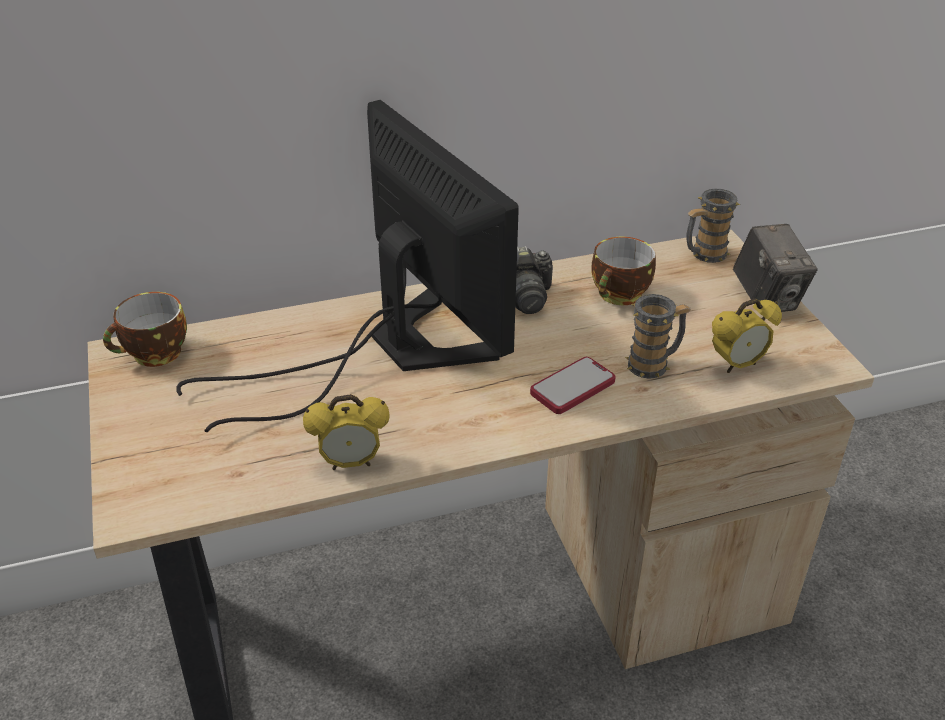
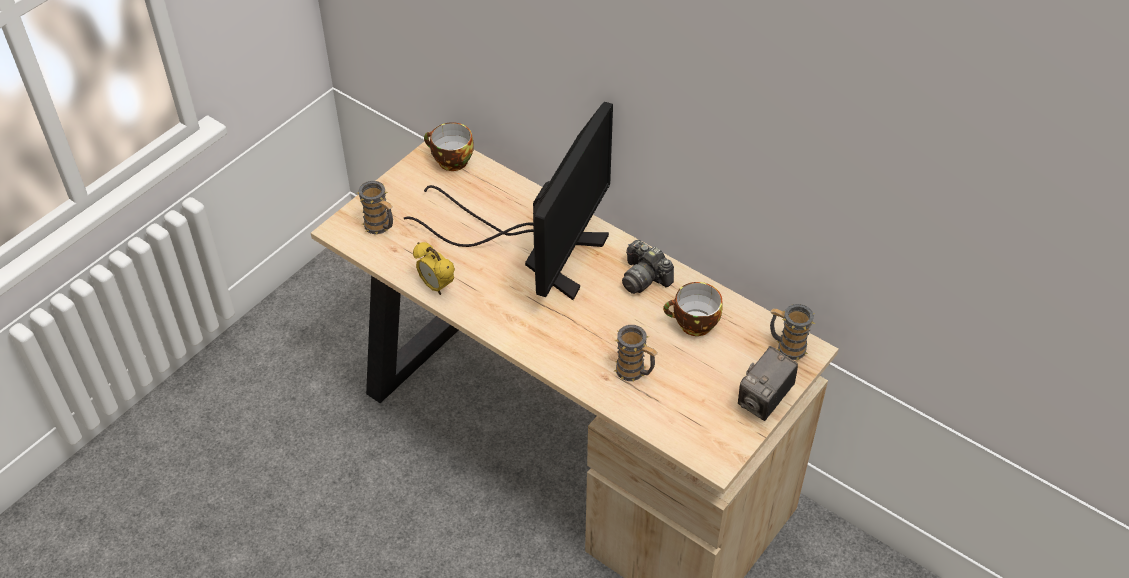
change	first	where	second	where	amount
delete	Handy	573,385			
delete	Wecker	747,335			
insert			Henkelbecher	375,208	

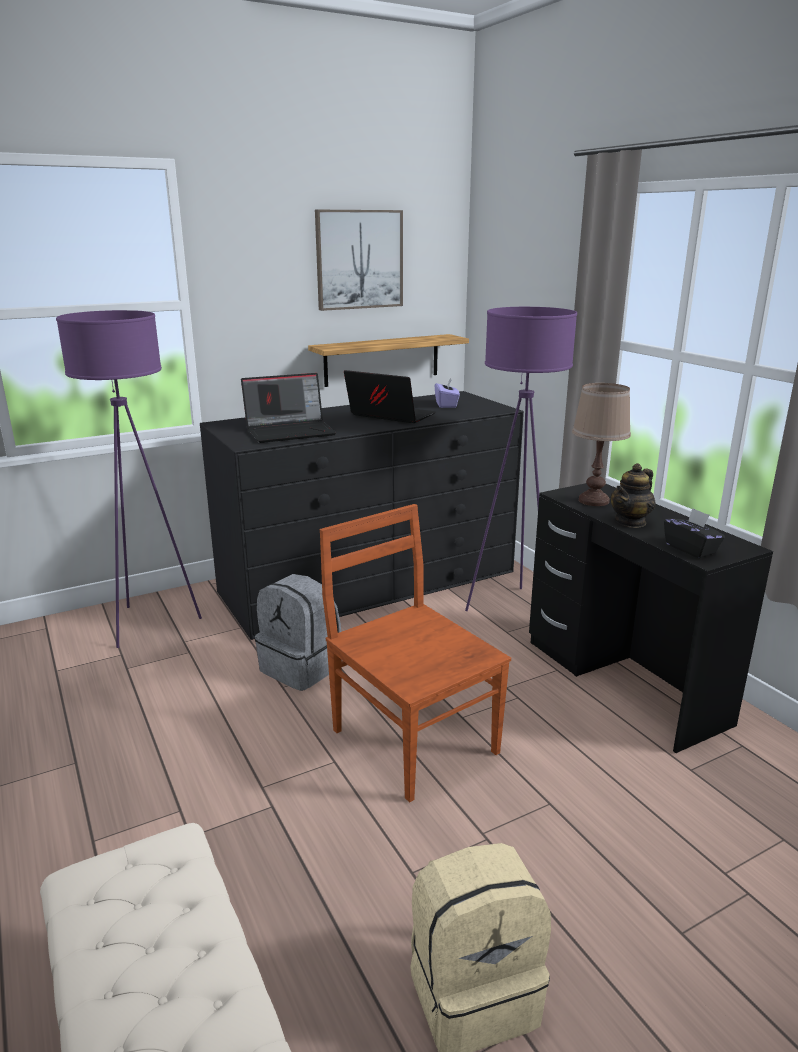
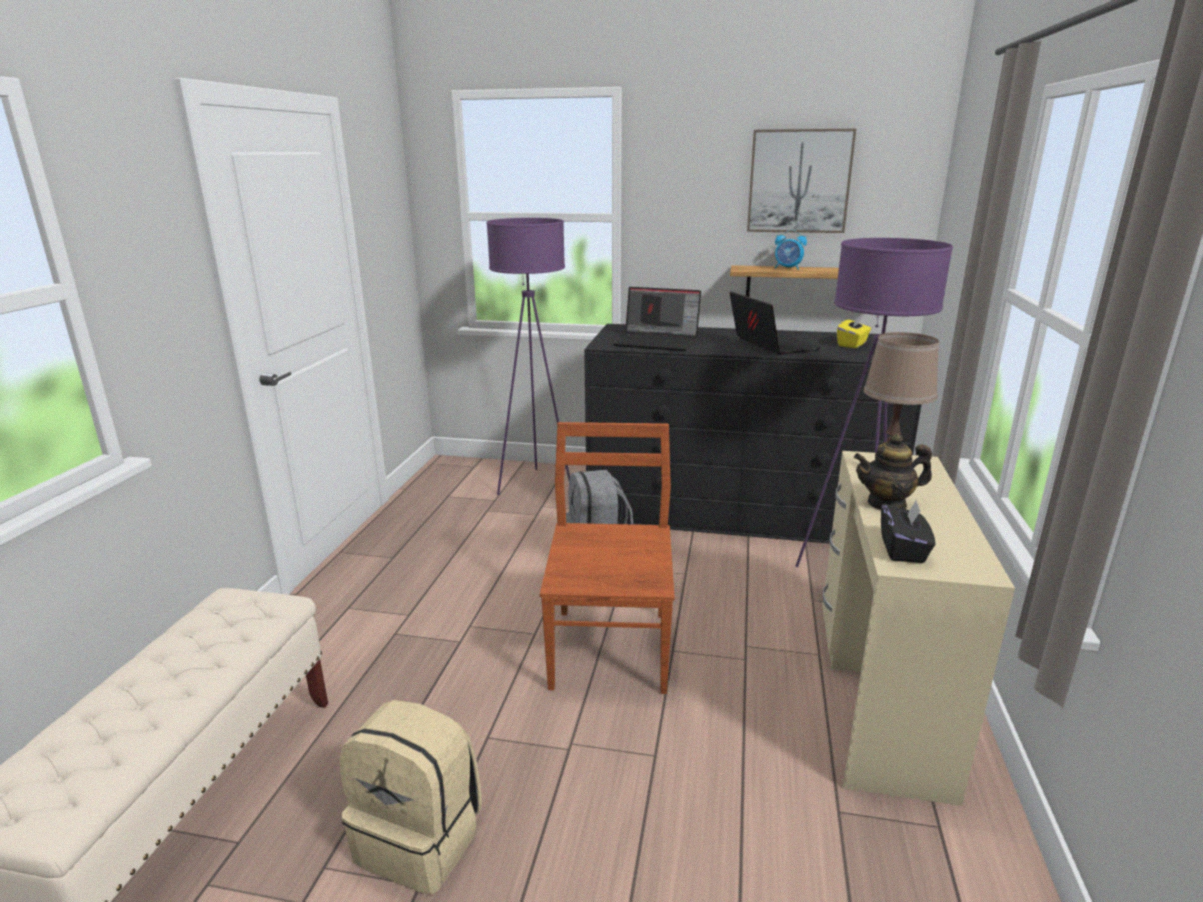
change	first	where	second	where	amount
recolor	Taschentuchbox [lila]	447,393	Taschentuchbox [gelb]	854,331	
recolor	Schreibtisch [schwarz]	651,618	Schreibtisch [beige]	918,628	
insert			Wecker	791,250	

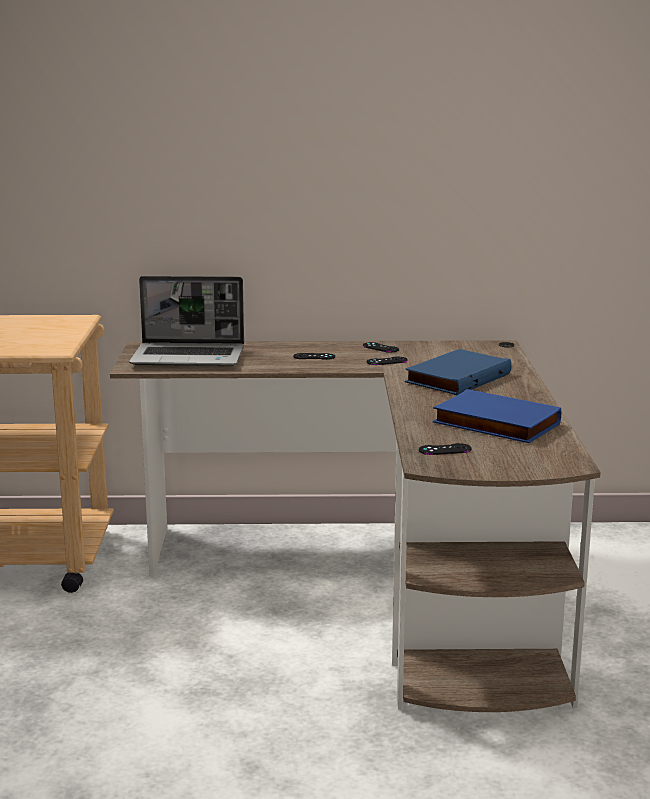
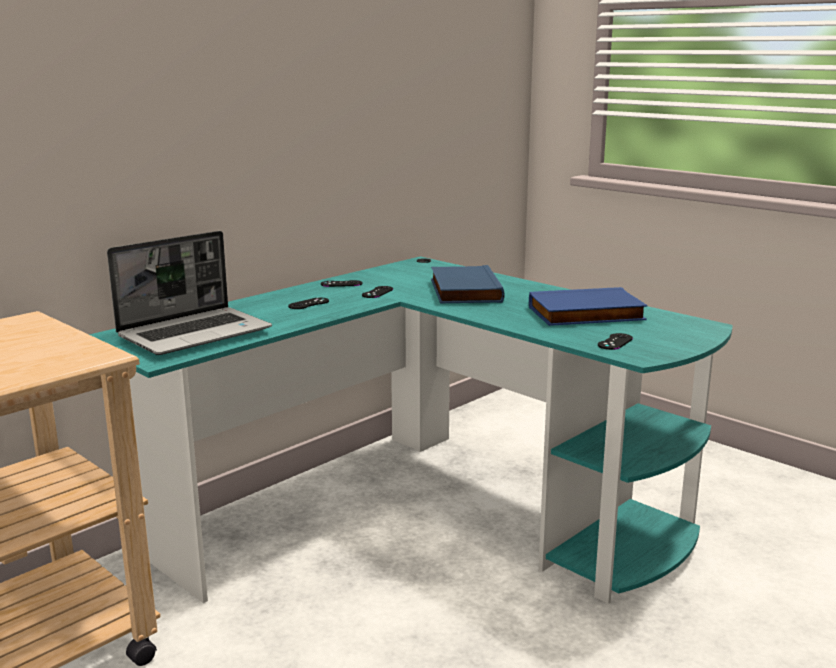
change	first	where	second	where	amount
recolor	Schreibtisch [braun]	355,526	Schreibtisch [türkis]	411,430	

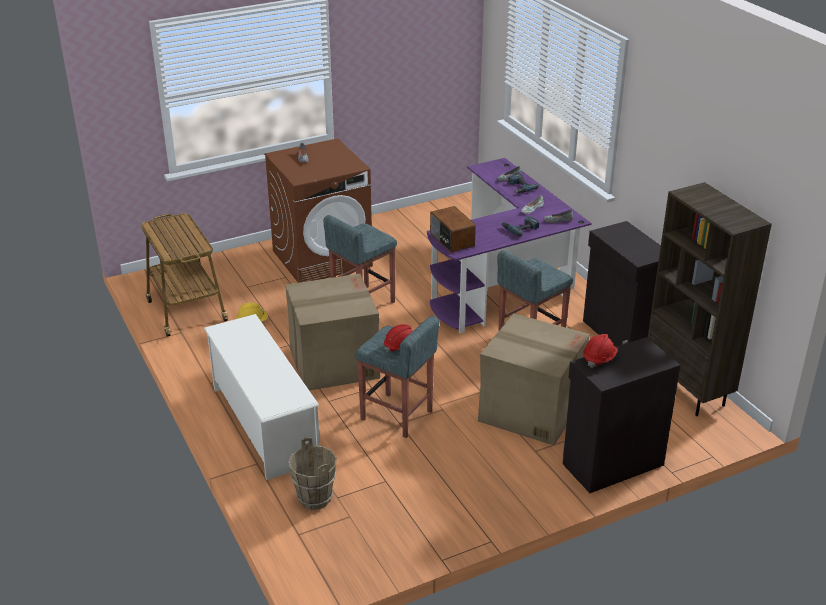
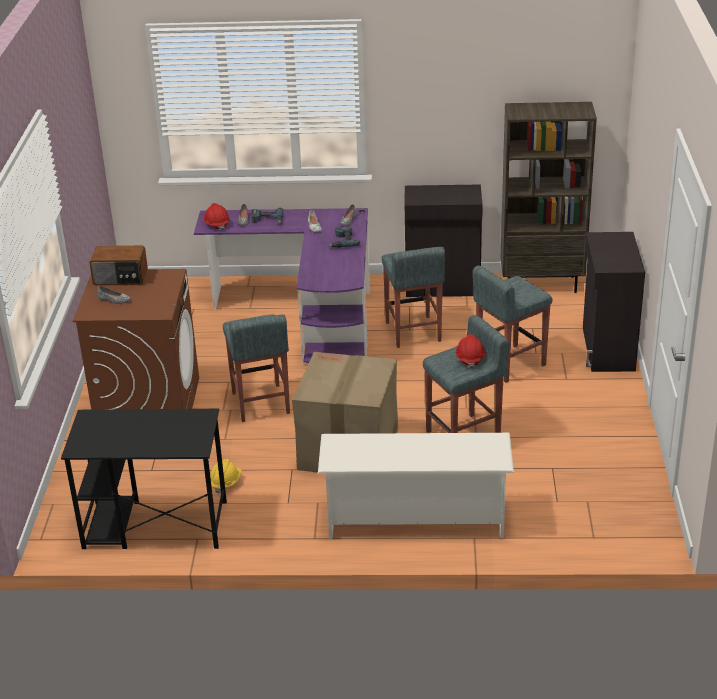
change	first	where	second	where	amount
replace	Rollwagen	184,275	Schreibtisch [schwarz]	144,479	
delete	Eimer [braun]	312,473			
move	Radio	453,229		118,265	
replace	Karton	534,379	Hocker [grau]	512,324	
move	Schutzhelm [rot]	600,351		217,217	

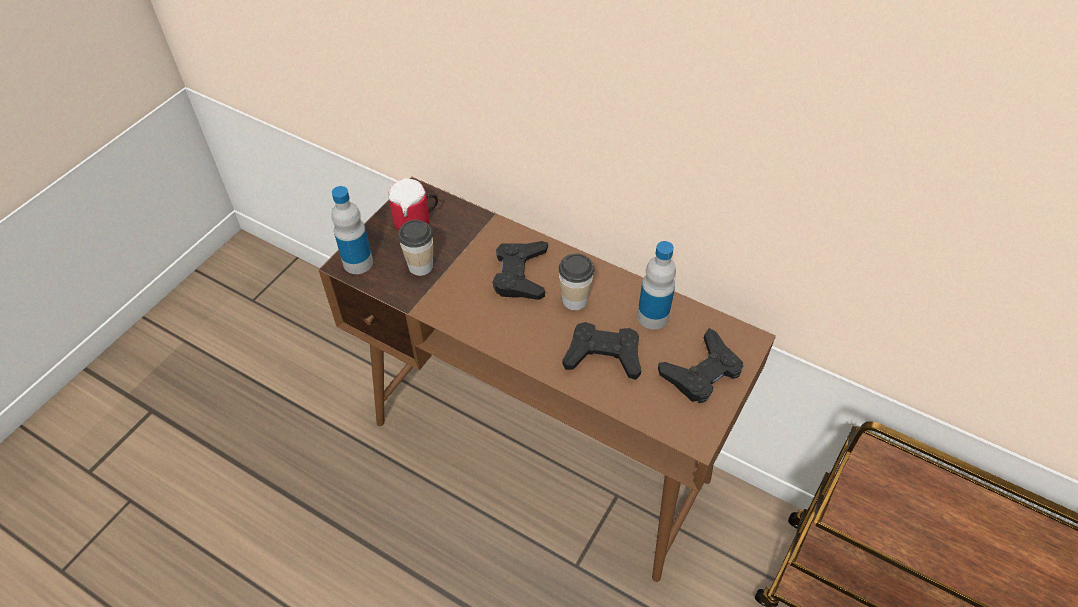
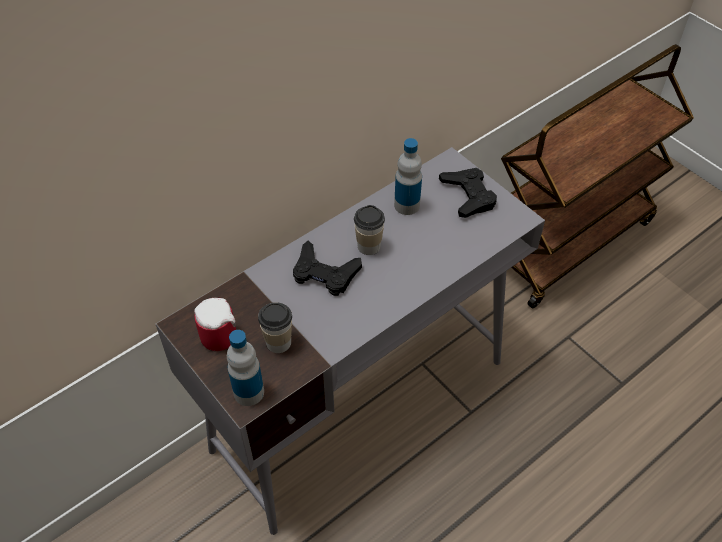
change	first	where	second	where	amount
recolor	Schreibtisch [braun]	547,379	Schreibtisch [grau]	350,341	
delete	Gamepad [schwarz]	601,351			

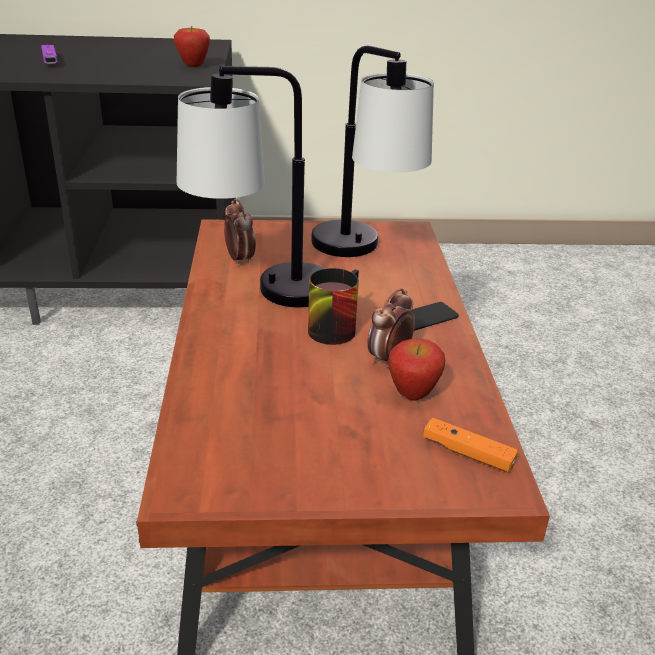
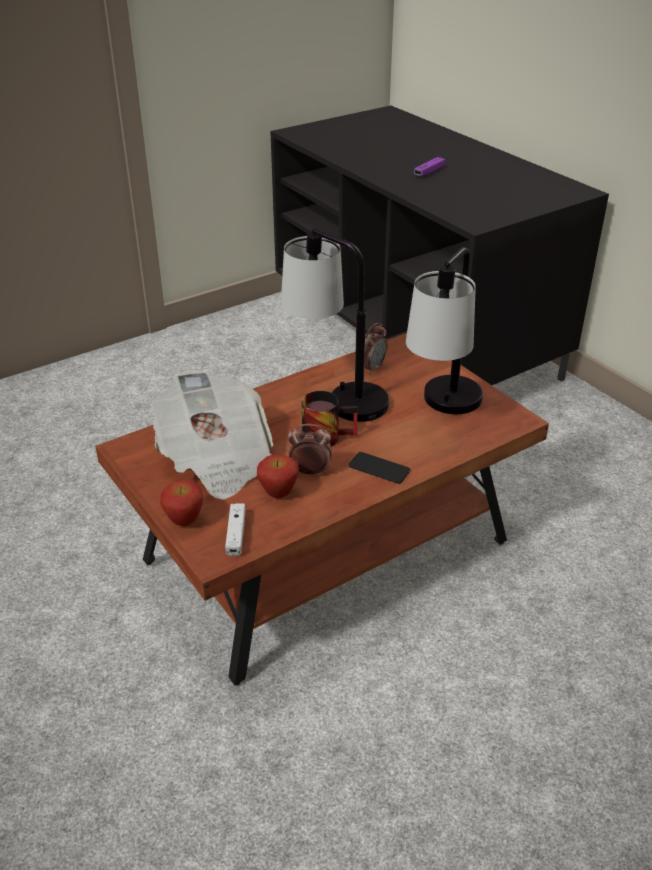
change	first	where	second	where	amount
move	Apfel	192,46		181,502	
recolor	Gamepad [orange]	470,445	Gamepad [weiß]	235,530	
insert			Zeitung	212,434	

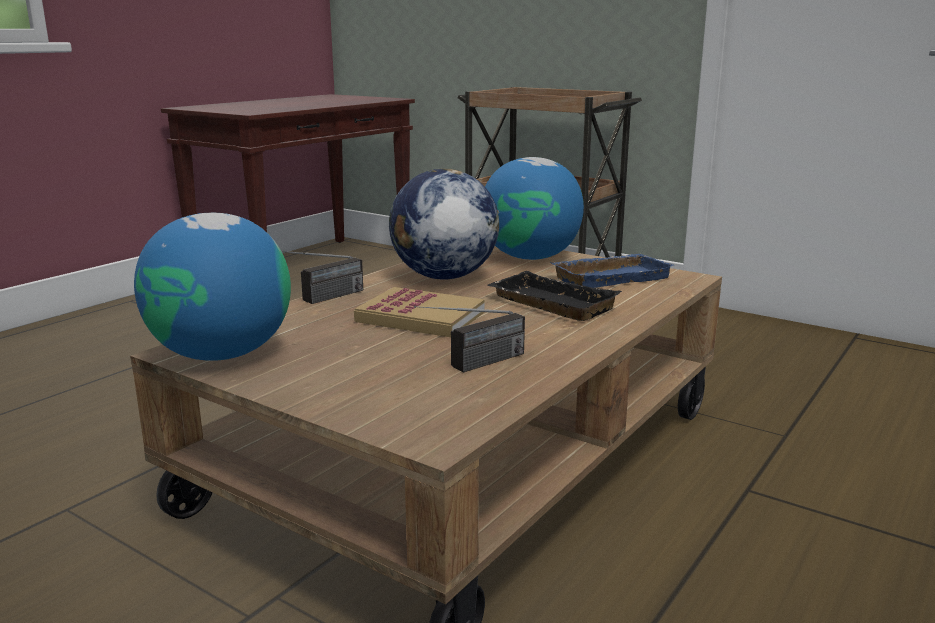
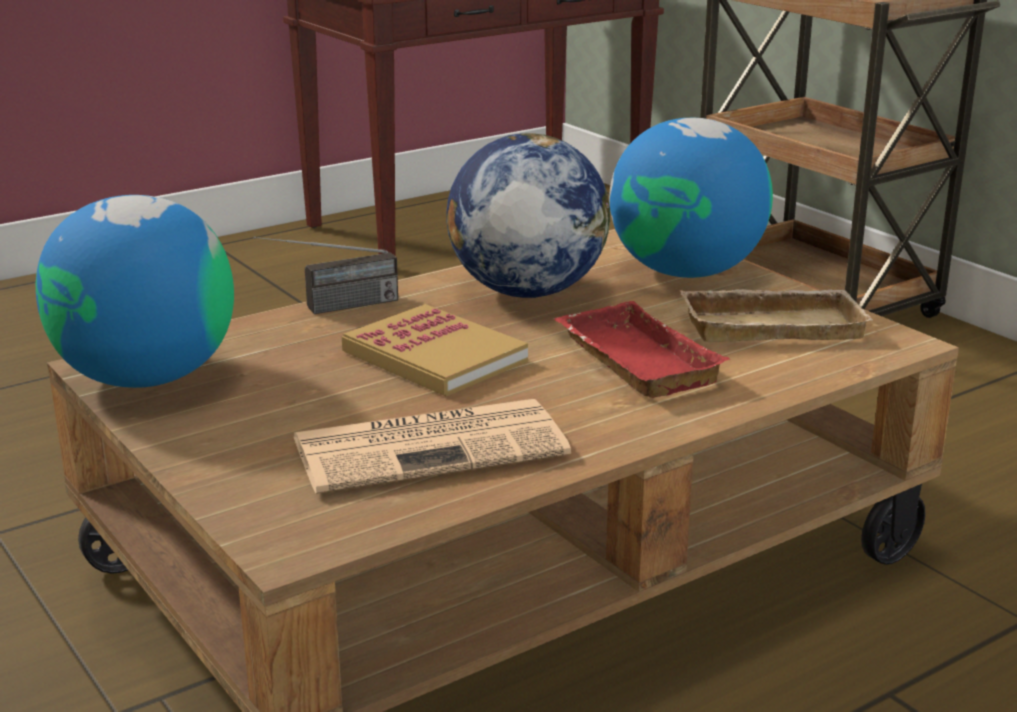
change	first	where	second	where	amount
replace	Radio	469,339	Zeitung	432,446	
recolor	Tablett [schwarz]	554,296	Tablett [rot]	642,349	
recolor	Tablett [blau]	611,271	Tablett [beige]	776,315	

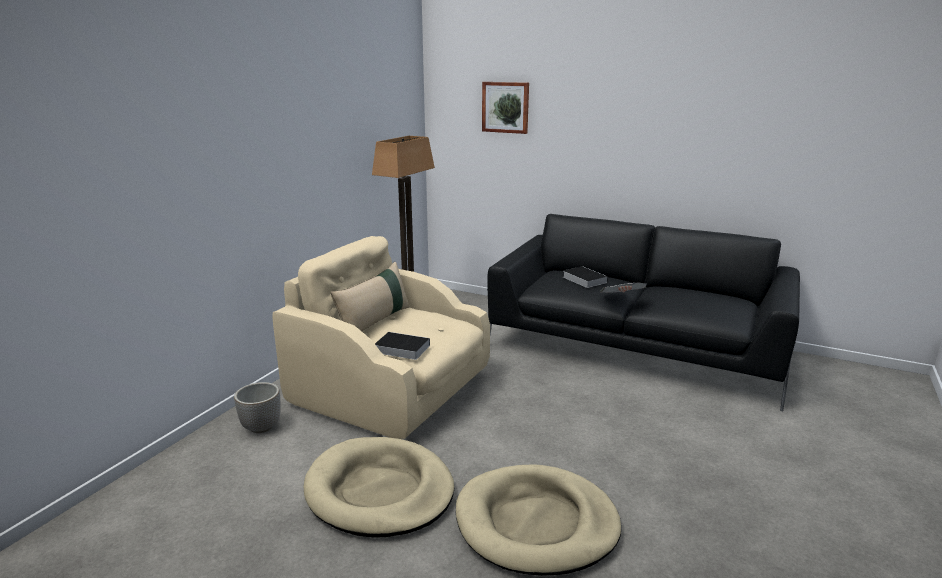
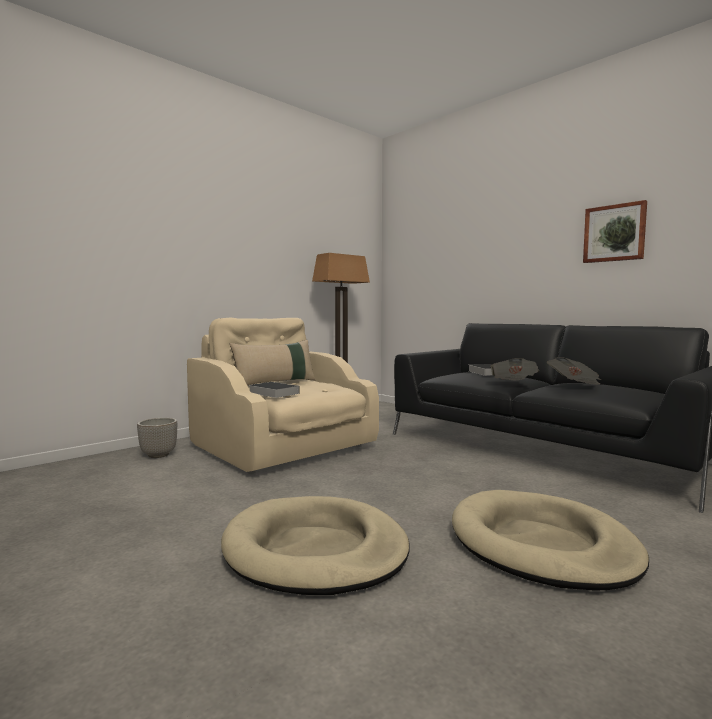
change	first	where	second	where	amount
move	Hundebett [beige]	378,487		550,540	
move	Bild	505,108		615,231	
insert			Zeitung	574,371	

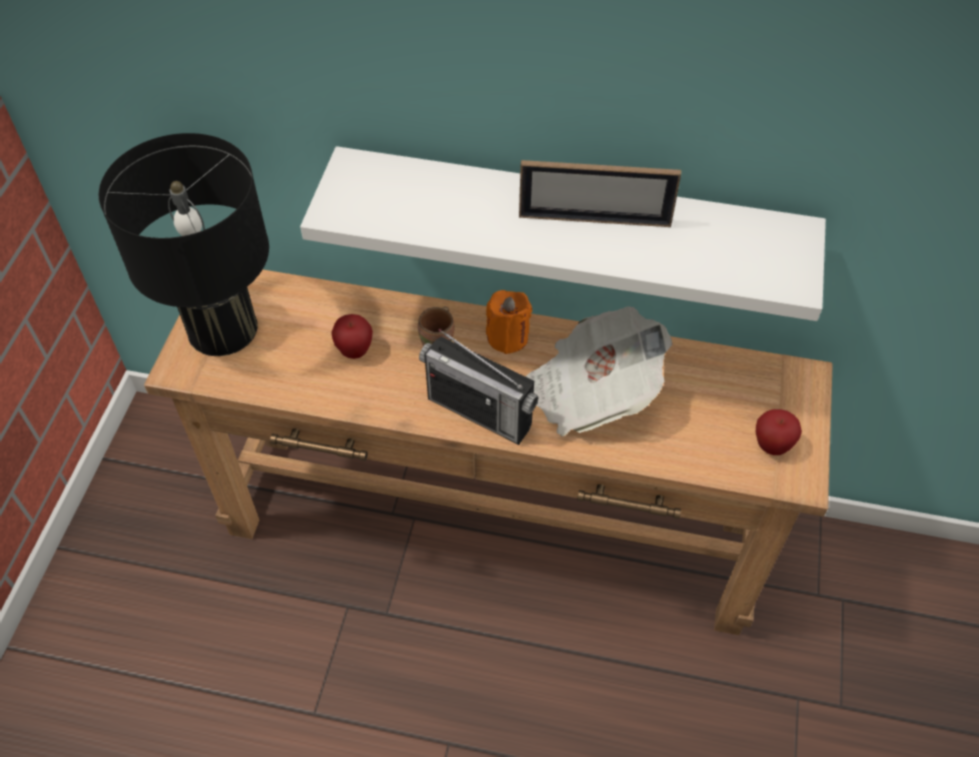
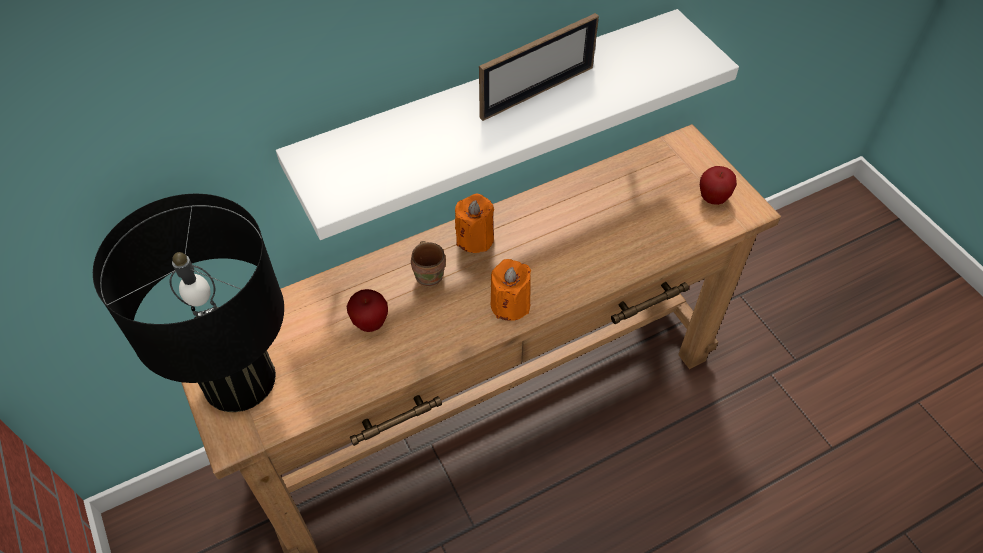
change	first	where	second	where	amount
replace	Radio	478,387	Kerze [orange]	511,290	
delete	Zeitung	598,371			

